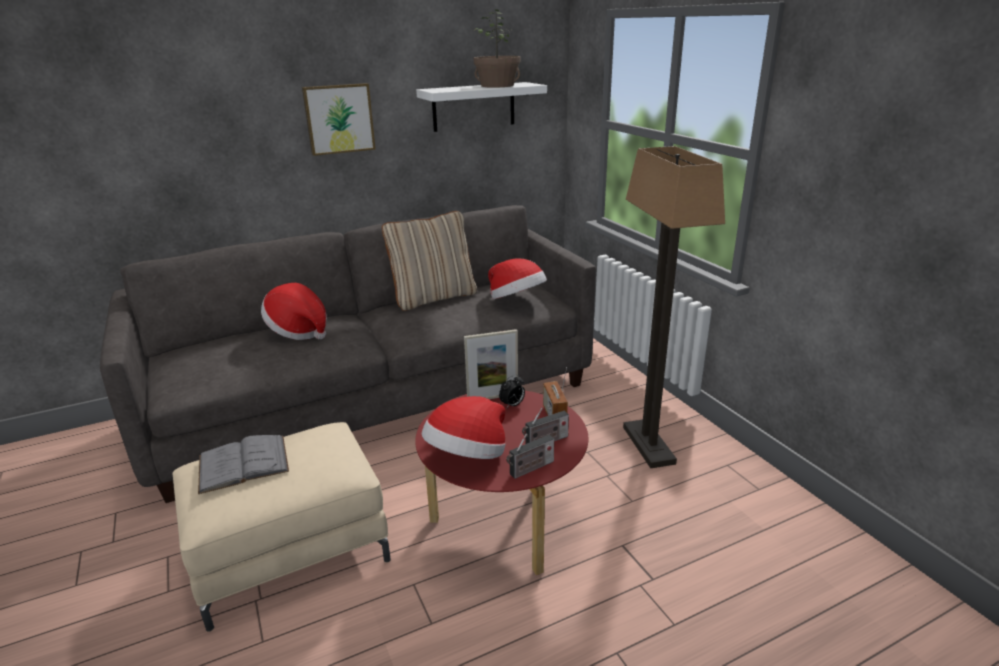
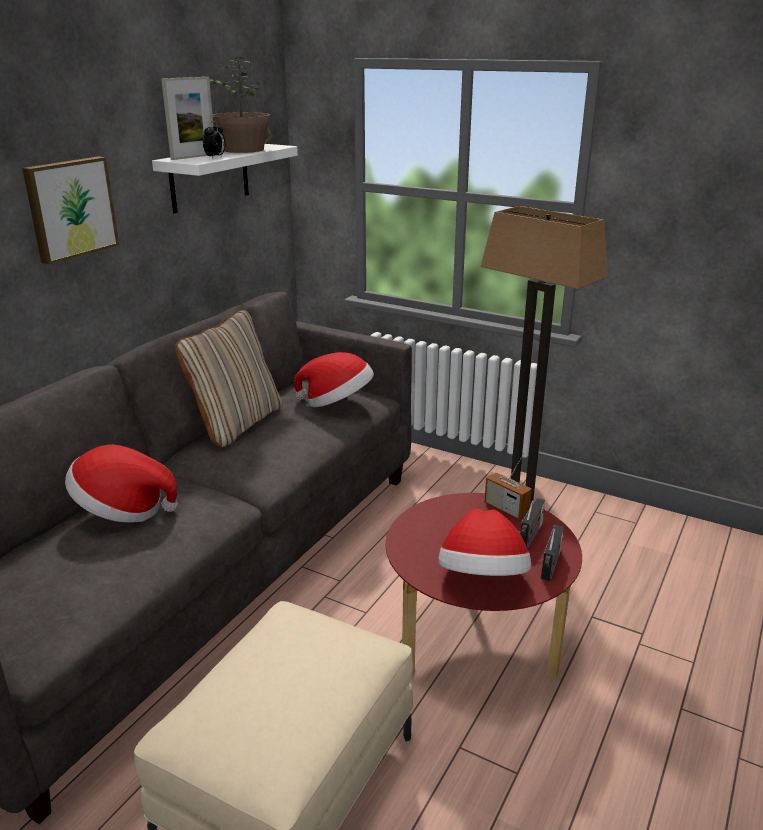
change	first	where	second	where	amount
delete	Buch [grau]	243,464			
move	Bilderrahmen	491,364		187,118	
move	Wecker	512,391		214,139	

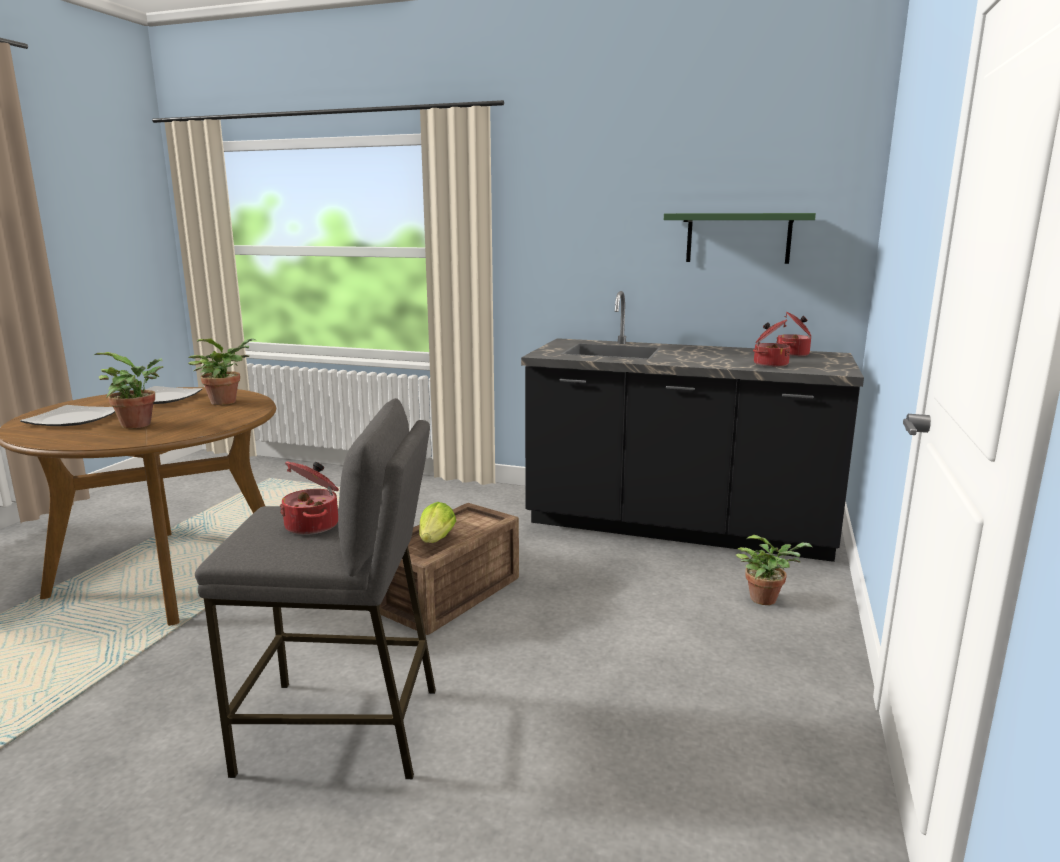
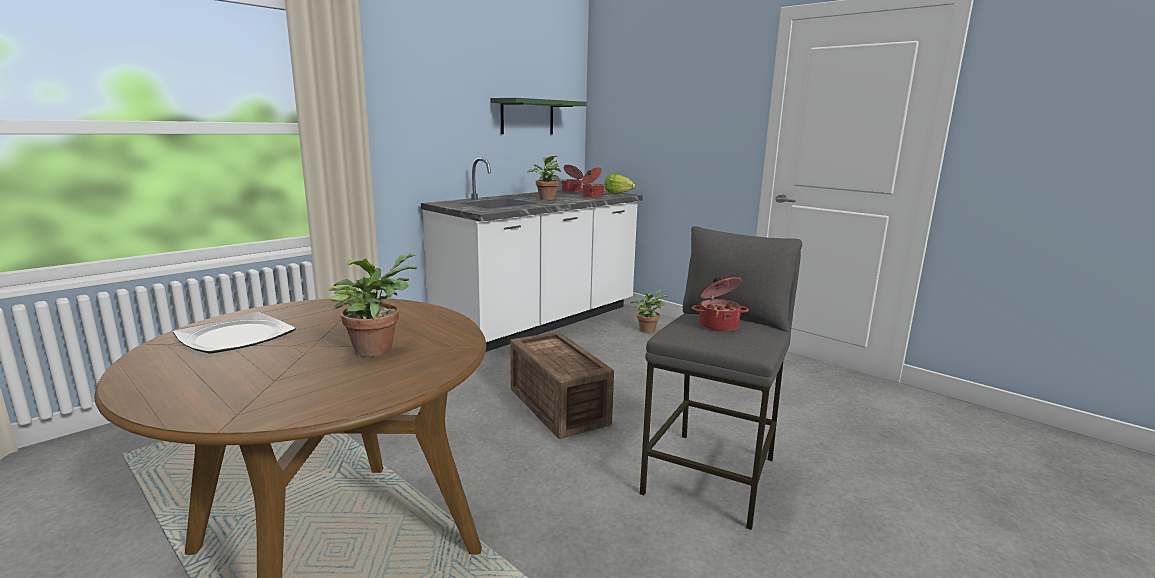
change	first	where	second	where	amount
delete	Teller	67,415			
move	Topfpflanze	222,371		544,177	
move	Salatkopf	437,522		619,184	
recolor	Küchenzeile [schwarz]	692,426	Küchenzeile [weiß]	532,254	

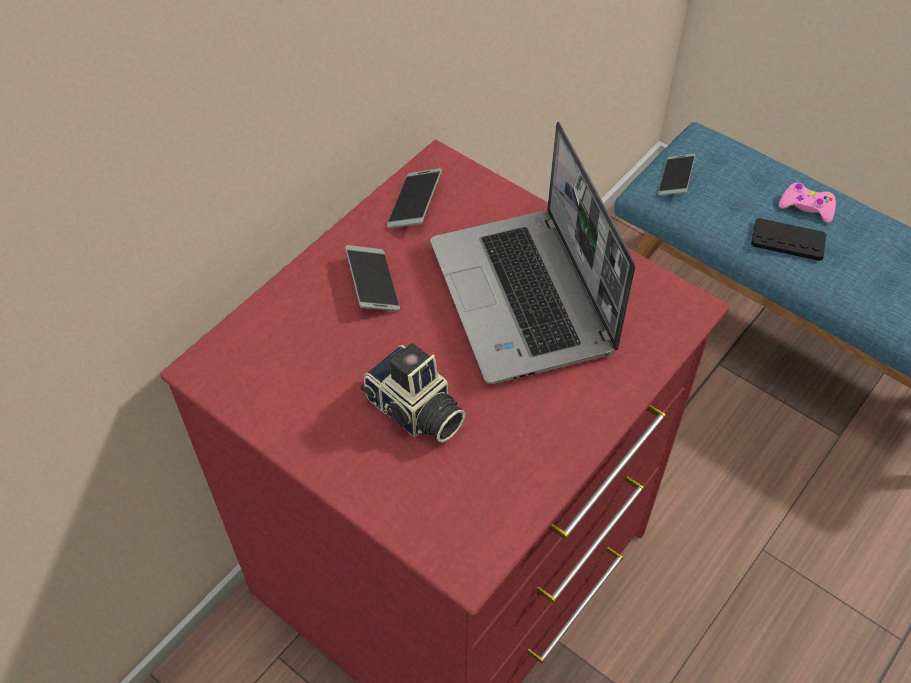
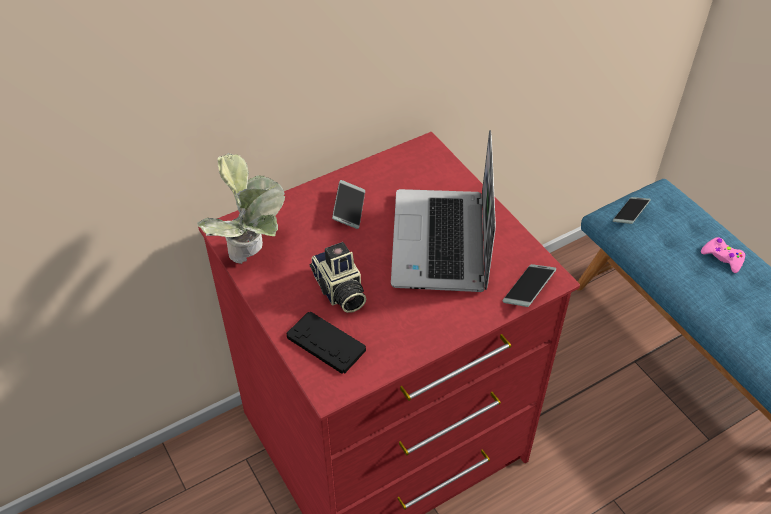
change	first	where	second	where	amount
move	Handy	414,198		529,285	
move	Gamepad [schwarz]	788,239		326,343	
insert			Topfpflanze	241,208	

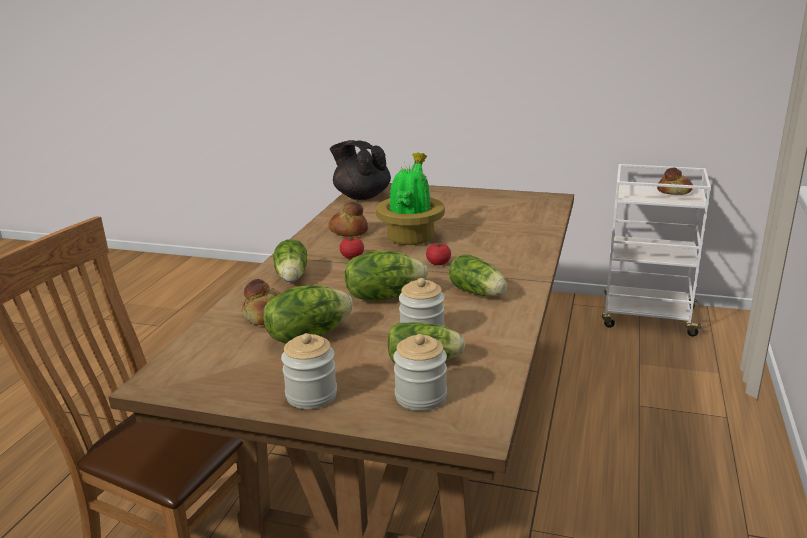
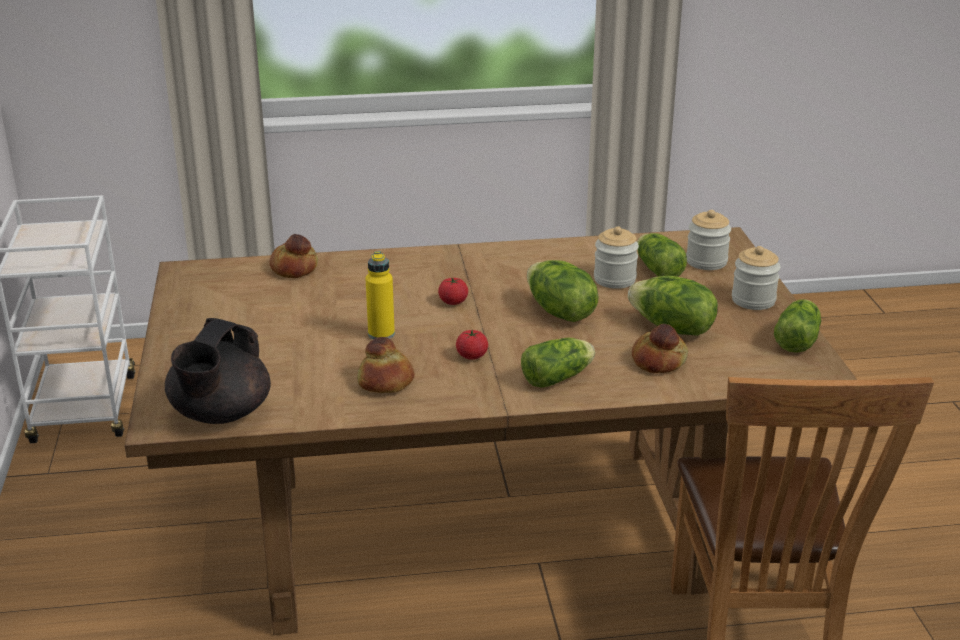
change	first	where	second	where	amount
replace	Topfpflanze	410,199	Flasche [gelb]	380,295	
move	Salatkopf	478,275		797,326	
move	Brot	675,181		294,256	

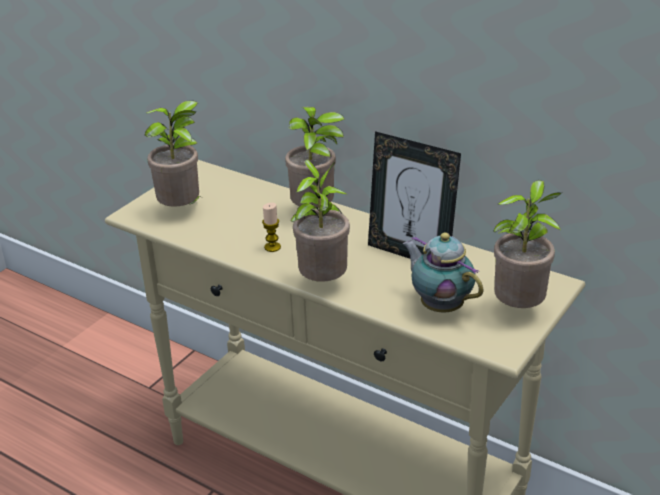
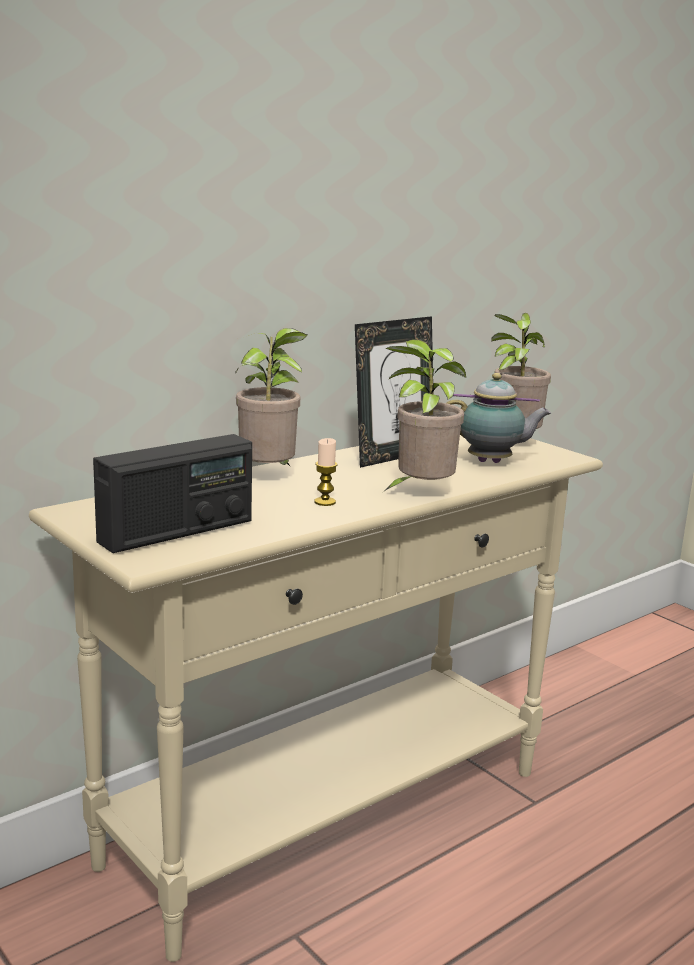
change	first	where	second	where	amount
replace	Topfpflanze	173,153	Radio	172,493	
rotate	Teekanne	443,273		499,418	150 degrees counterclockwise

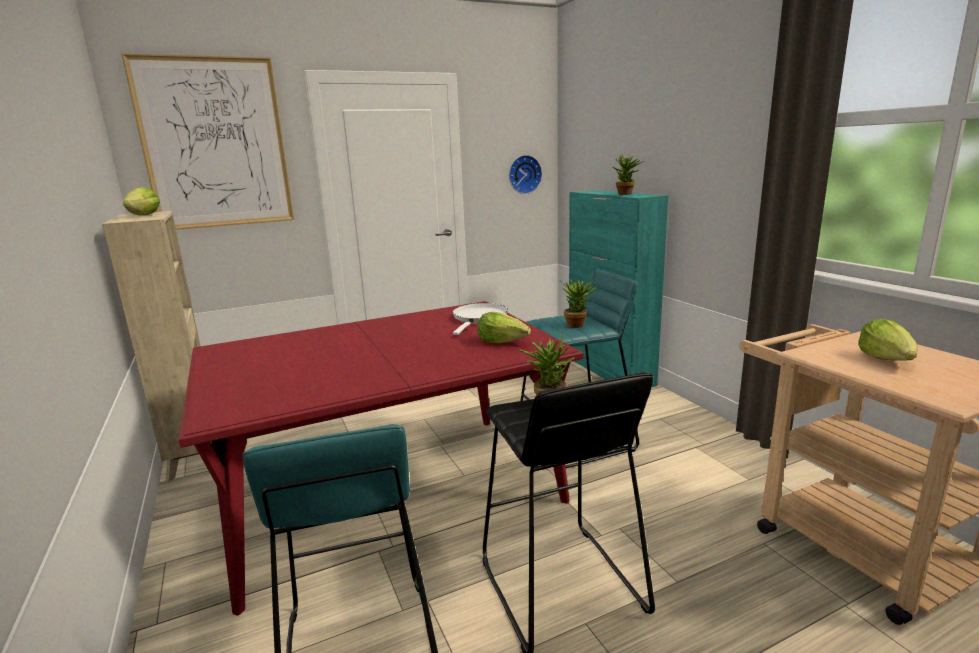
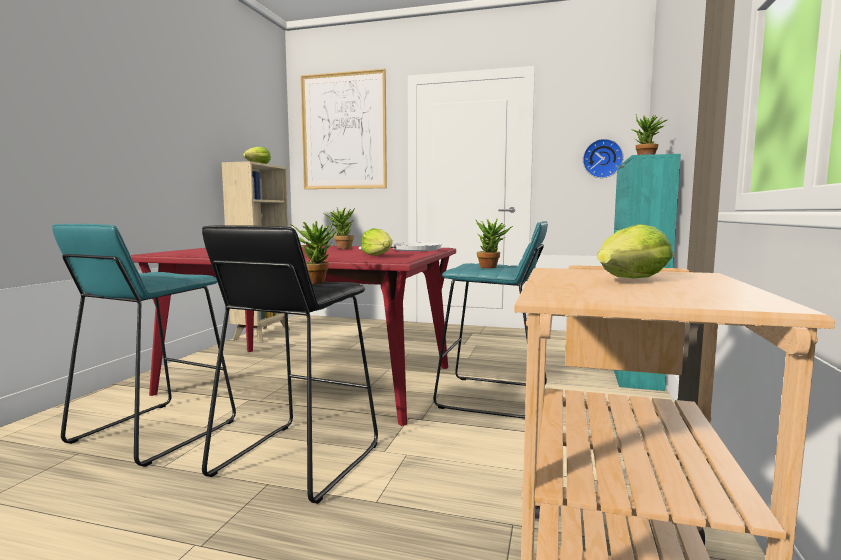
change	first	where	second	where	amount
insert			Topfpflanze	339,228	

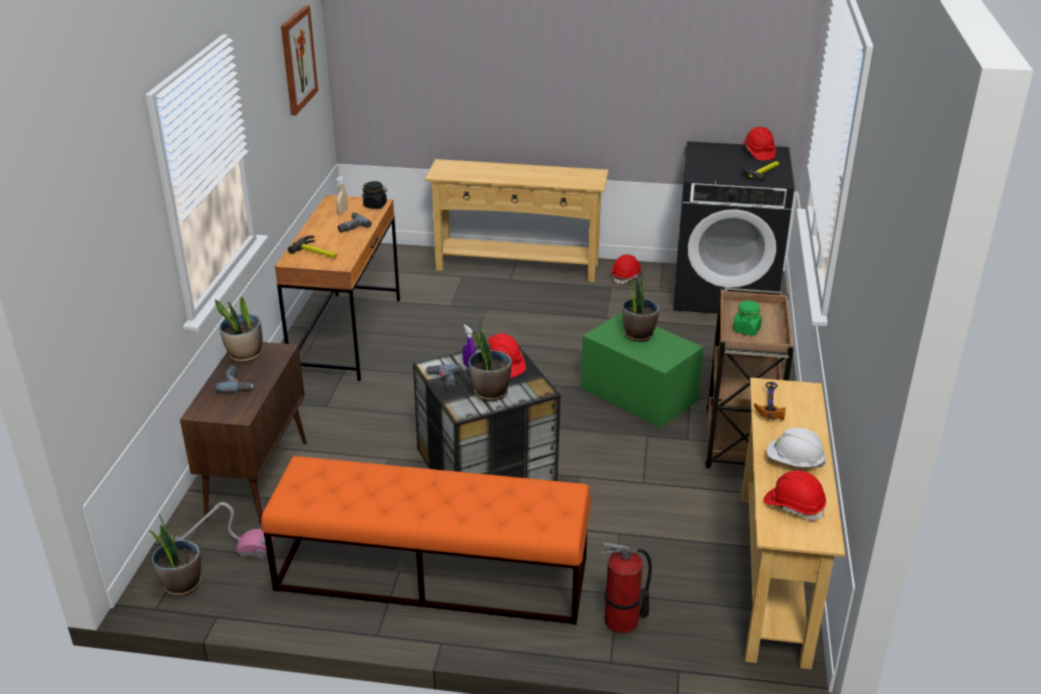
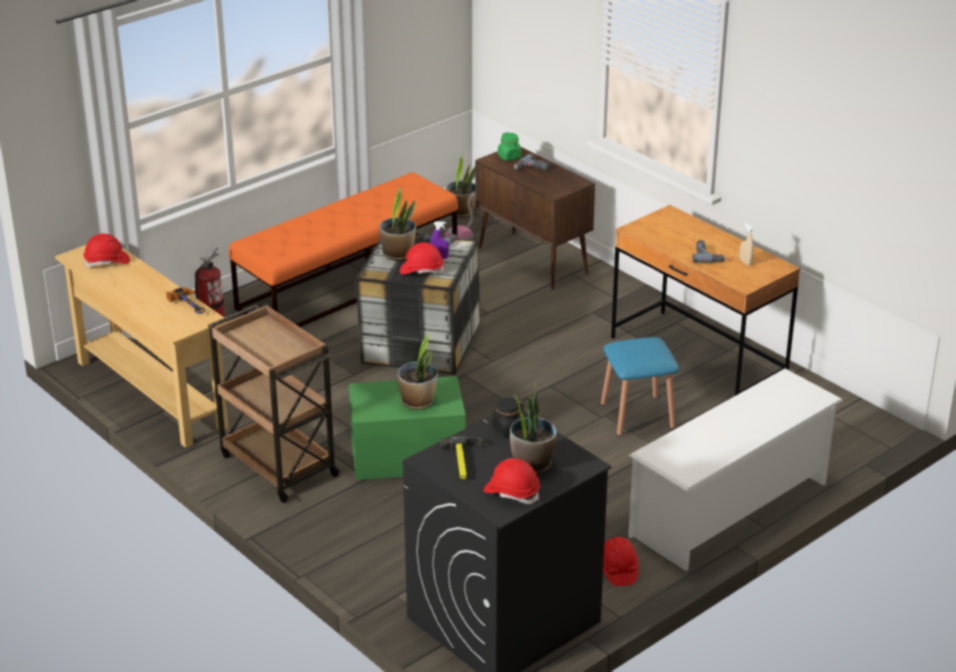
change	first	where	second	where	amount
move	Topfpflanze	239,329		533,429	
delete	Bild	299,60			
delete	Hammer	312,247			
move	Vorratsglas [schwarz]	374,195		508,417	
replace	Konsolentisch [beige]	517,220	Schuhregal [weiß]	735,470	
move	Vorratsglas [grün]	747,318		509,146	
delete	Schutzhelm [weiß]	796,448			
insert			Hocker [blau]	640,387	

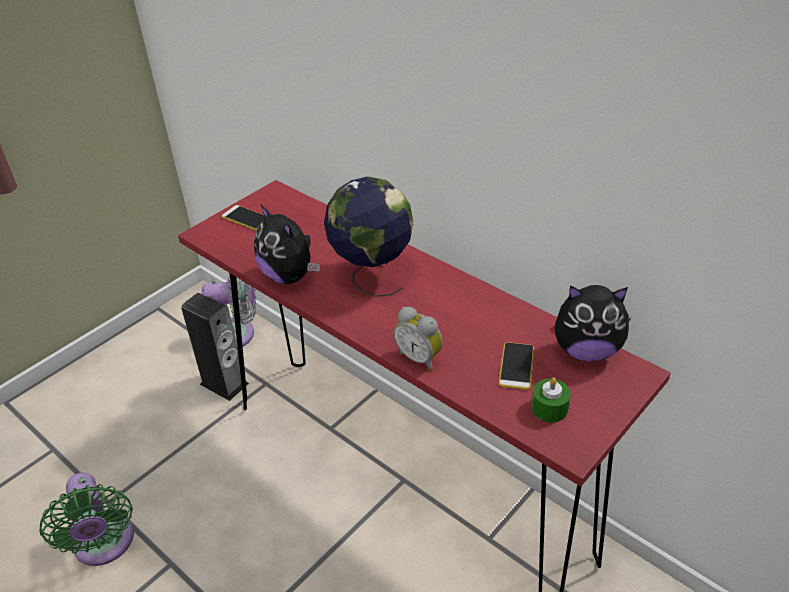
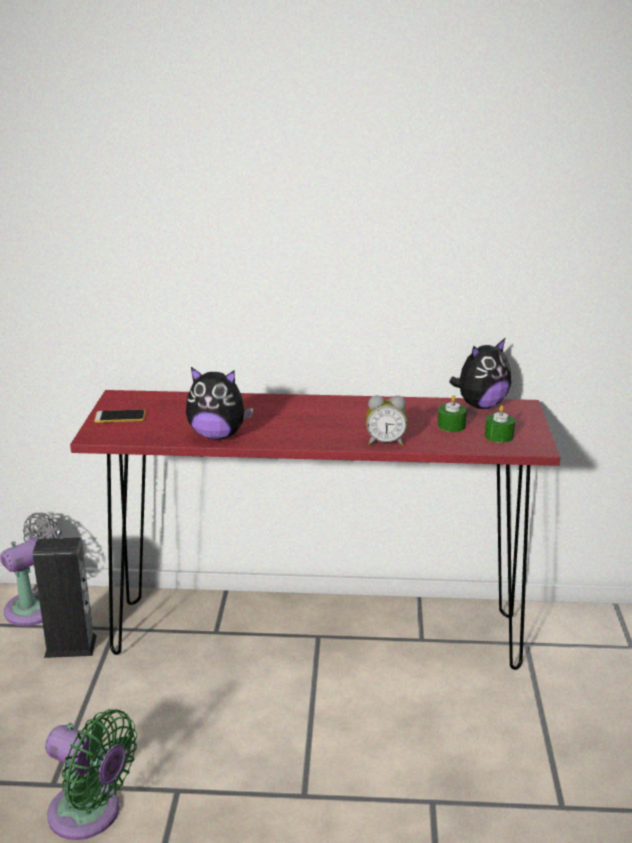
change	first	where	second	where	amount
delete	Globus	368,237			
replace	Handy	516,366	Kerze [grün]	452,413	

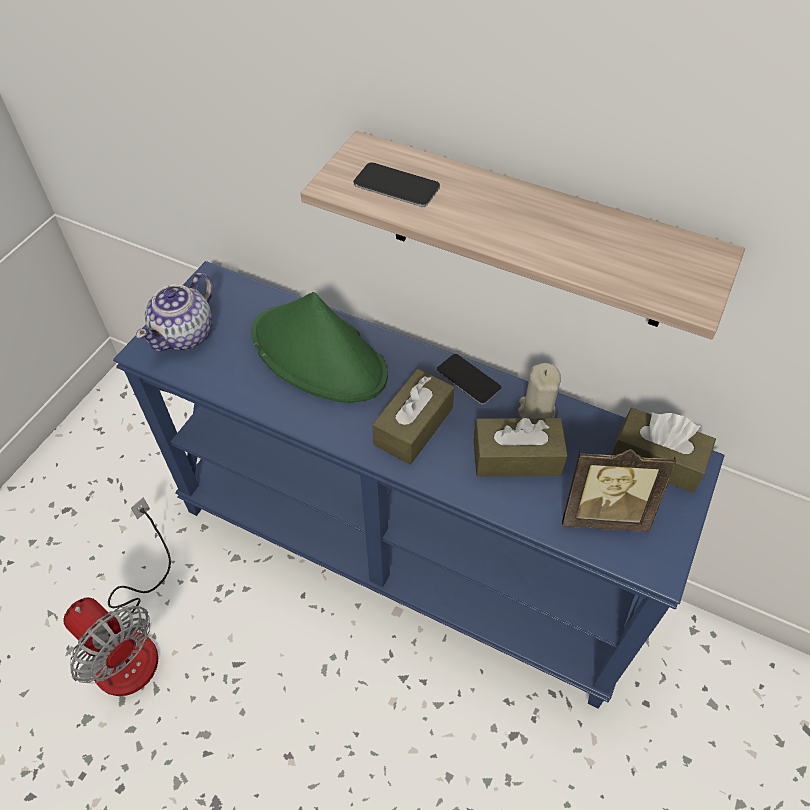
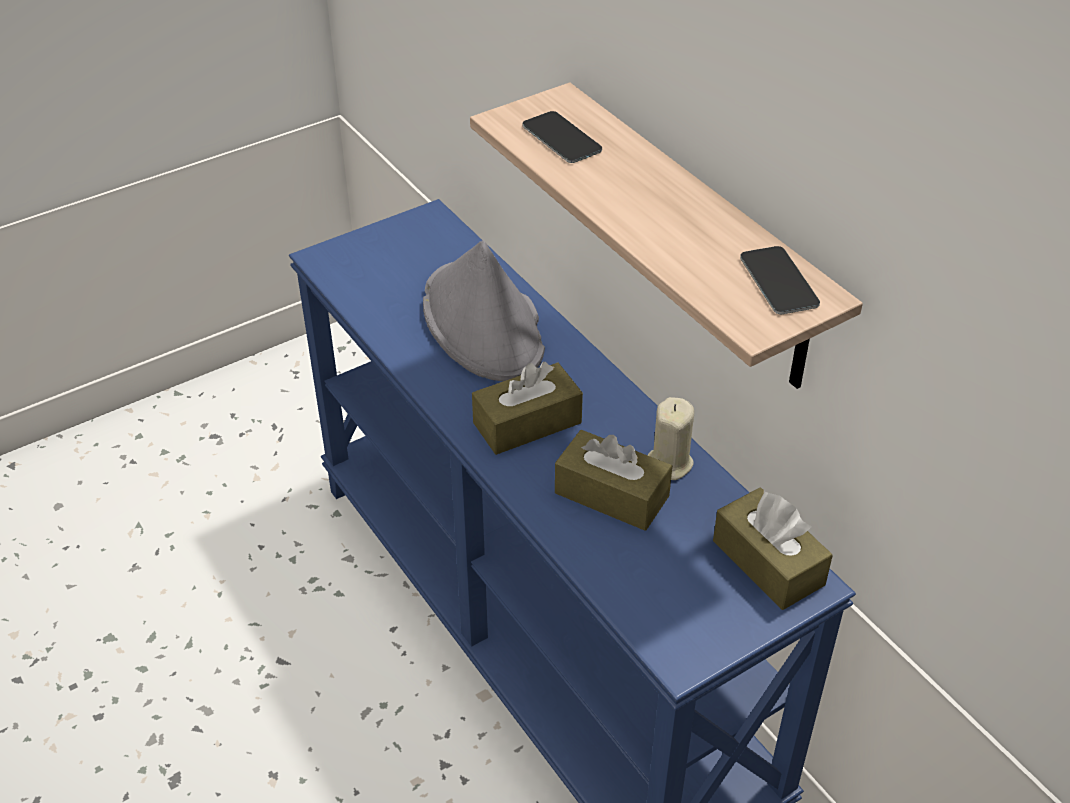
change	first	where	second	where	amount
delete	Ventilator	117,596			
delete	Teekanne	174,312			
recolor	Hut [grün]	319,347	Hut [grau]	484,310	
move	Handy	469,379		780,280	
delete	Bilderrahmen	619,490			

